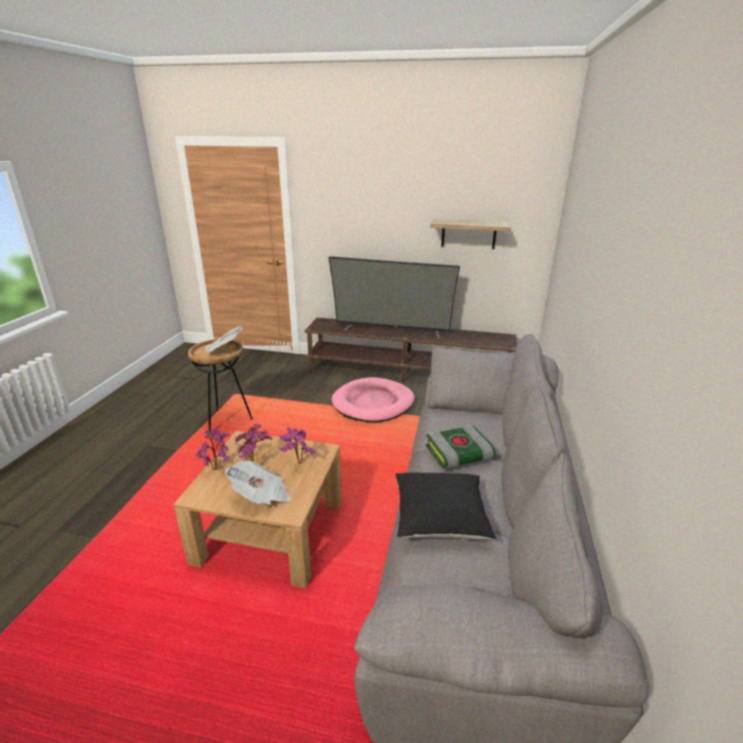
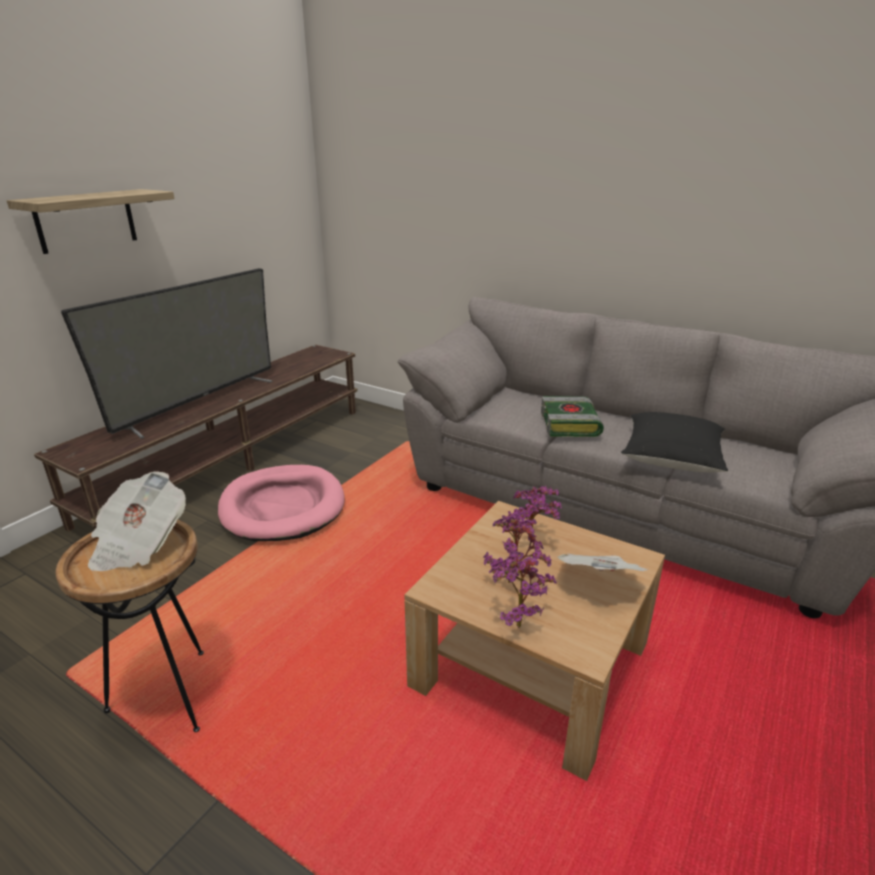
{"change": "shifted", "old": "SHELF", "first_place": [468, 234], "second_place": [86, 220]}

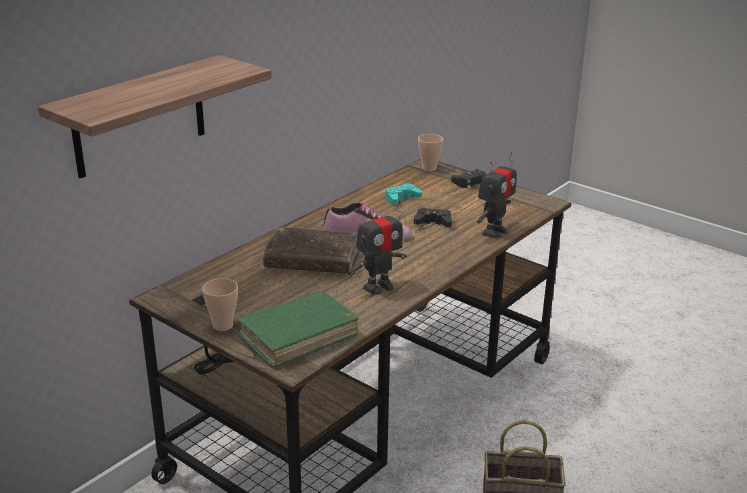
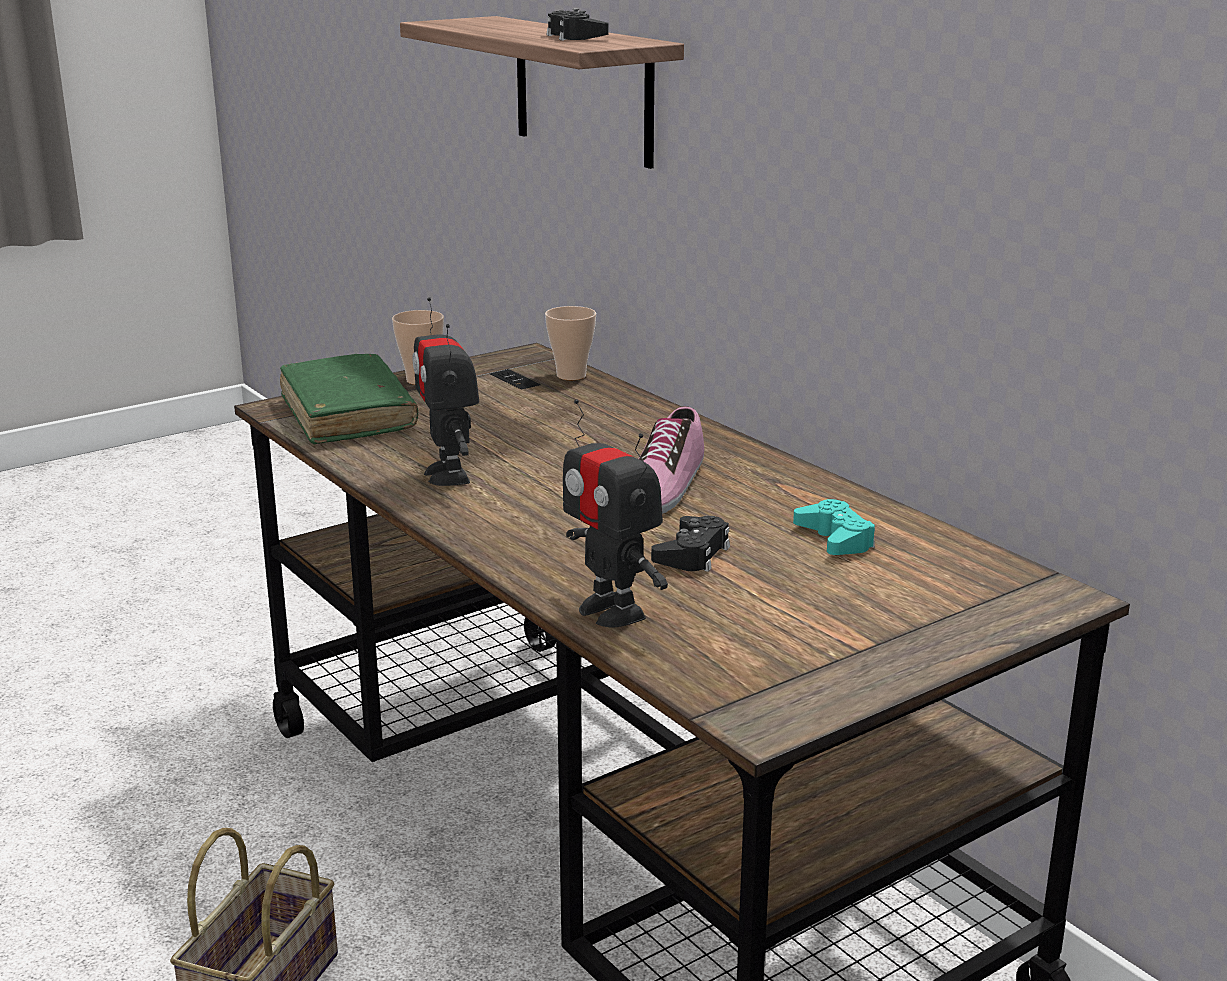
{"change": "gone", "old": "BROWN VOLUME", "first_place": [312, 260]}
{"change": "shifted", "old": "CUP", "first_place": [429, 168], "second_place": [571, 376]}
{"change": "shifted", "old": "BLACK-COLOURED GAME CONTROLLER", "first_place": [470, 182], "second_place": [576, 37]}

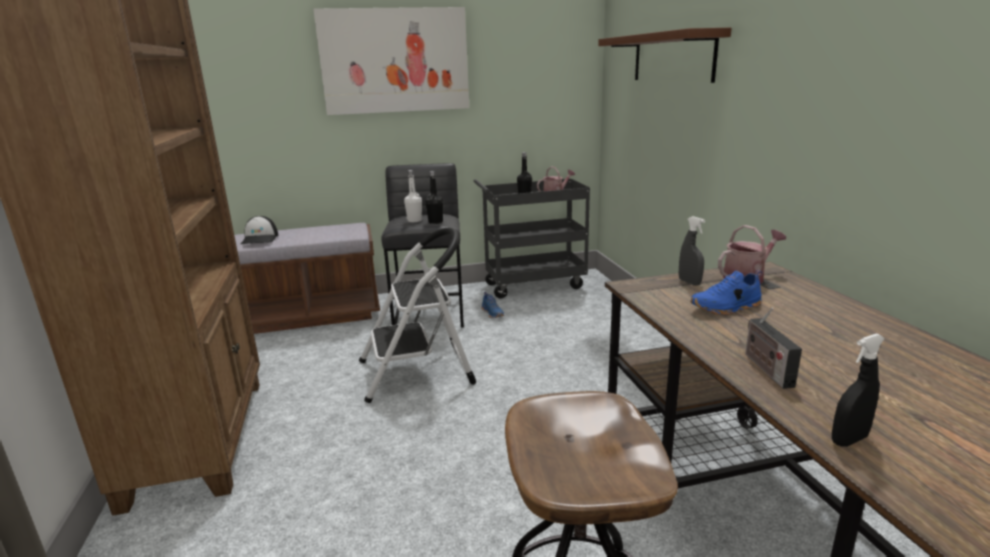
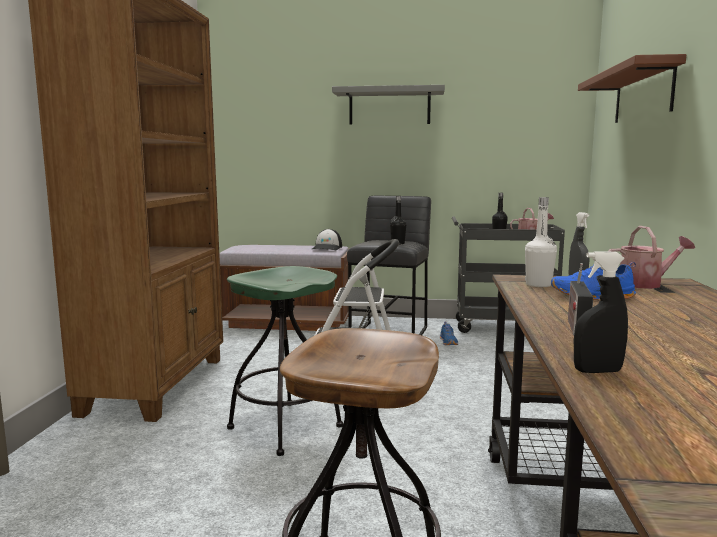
{"change": "new", "new": "GREEN-COLOURED SITTING STOOL", "second_place": [285, 426]}
{"change": "shifted", "old": "BASEBALL CAP", "first_place": [260, 239], "second_place": [327, 248]}
{"change": "shifted", "old": "WHITE BOTTLE", "first_place": [414, 220], "second_place": [538, 285]}
{"change": "swapped", "old": "WALL PICTURE", "new": "GRAY SHELF", "first_place": [395, 61], "second_place": [389, 107]}

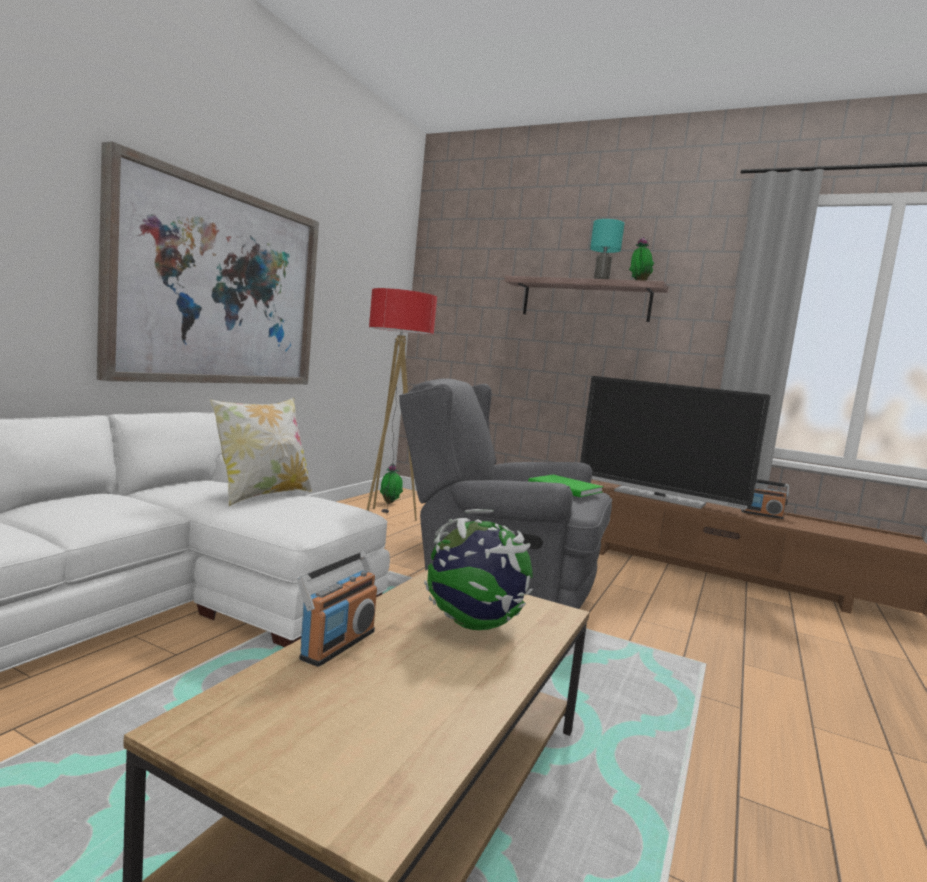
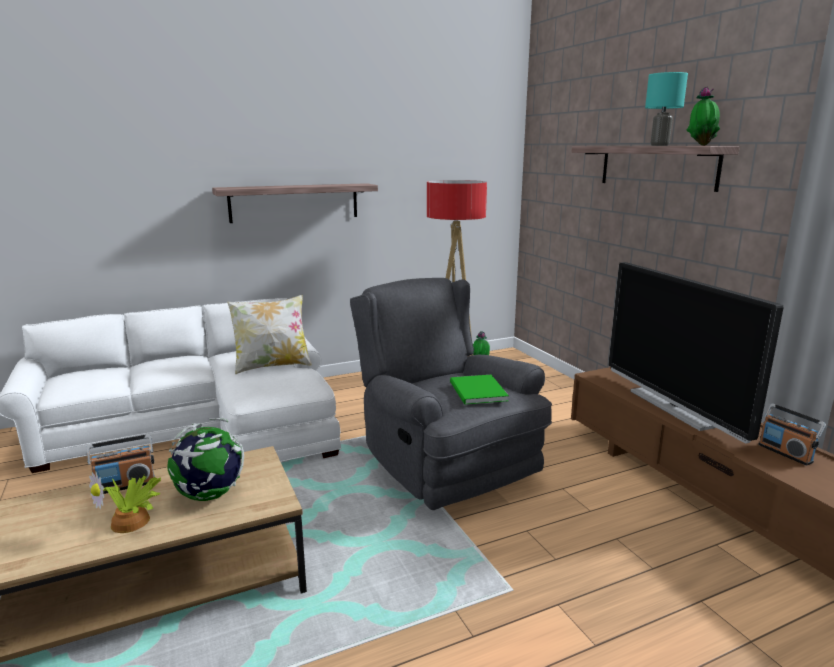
{"change": "new", "new": "HOUSEPLANT", "second_place": [133, 521]}
{"change": "swapped", "old": "WALL PICTURE", "new": "SHELF", "first_place": [221, 287], "second_place": [294, 202]}

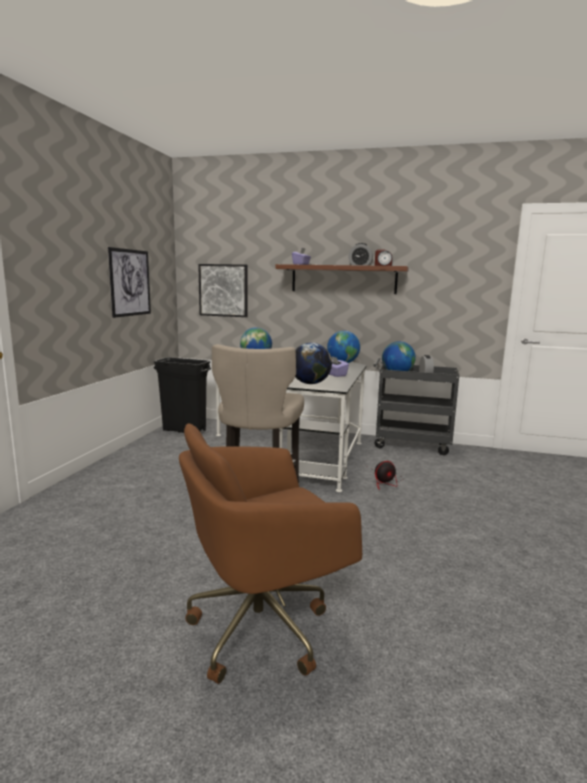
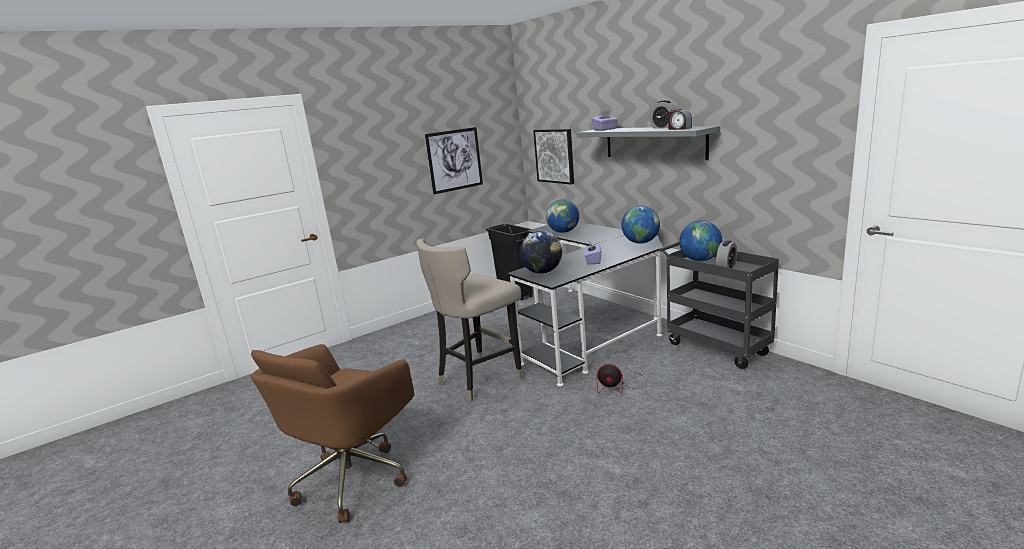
{"change": "repainted", "old": "BROWN SHELF", "new": "GRAY SHELF", "first_place": [343, 279], "second_place": [654, 142]}
{"change": "rotated", "old": "BROWN DESK CHAIR", "first_place": [265, 628], "second_place": [355, 478], "degrees": -75}

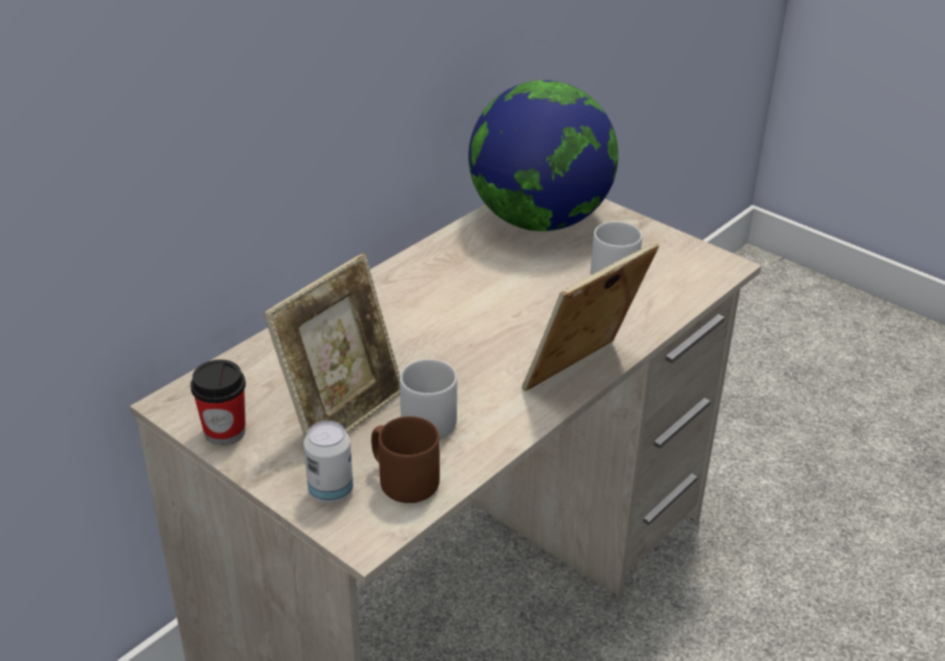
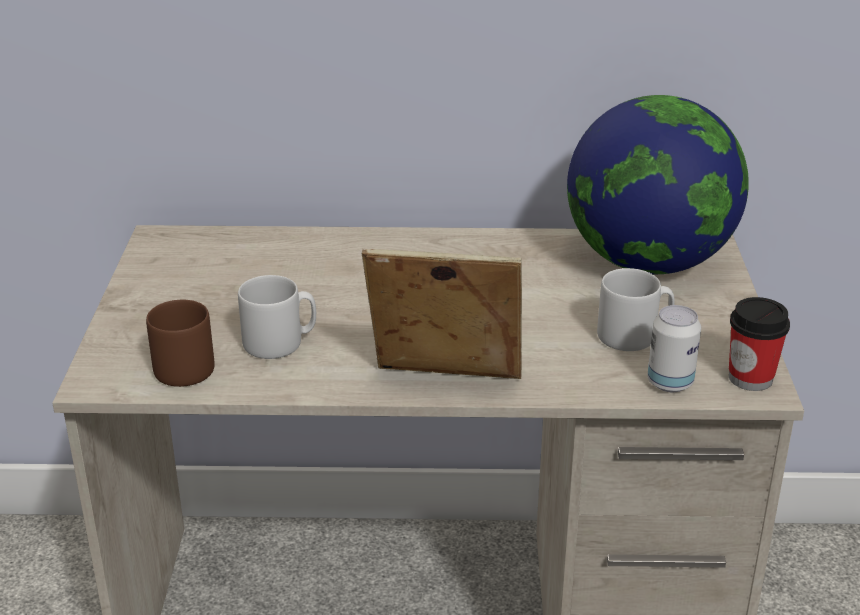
{"change": "gone", "old": "STANDING FRAME", "first_place": [342, 413]}
{"change": "shifted", "old": "CUP", "first_place": [225, 431], "second_place": [750, 378]}
{"change": "shifted", "old": "CAN", "first_place": [331, 491], "second_place": [670, 383]}

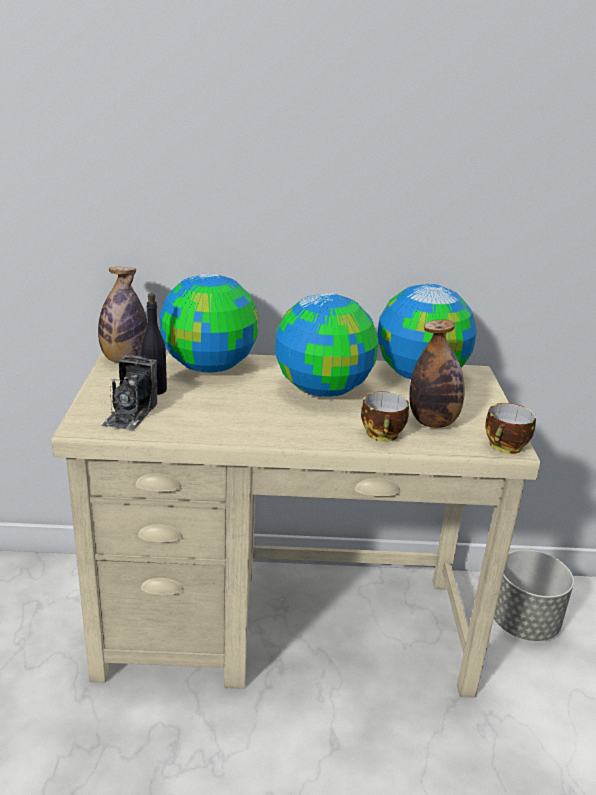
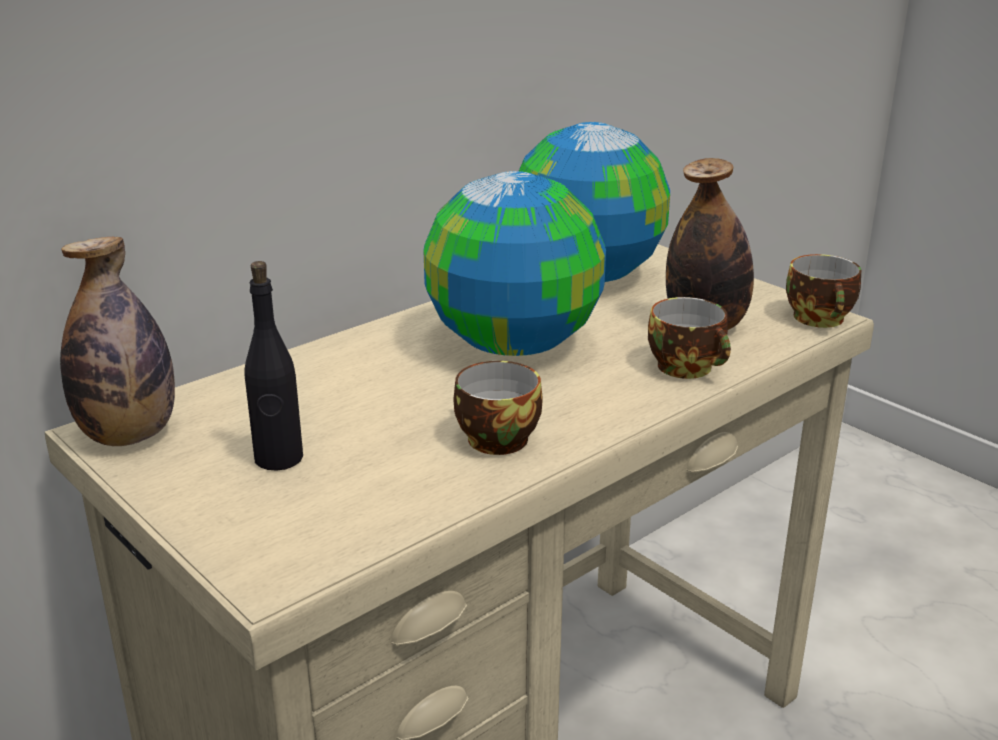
{"change": "gone", "old": "STILL CAMERA", "first_place": [130, 414]}
{"change": "gone", "old": "DESK GLOBE", "first_place": [210, 367]}
{"change": "gone", "old": "GRAY FLOWER POT", "first_place": [524, 623]}
{"change": "new", "new": "CUP", "second_place": [493, 438]}

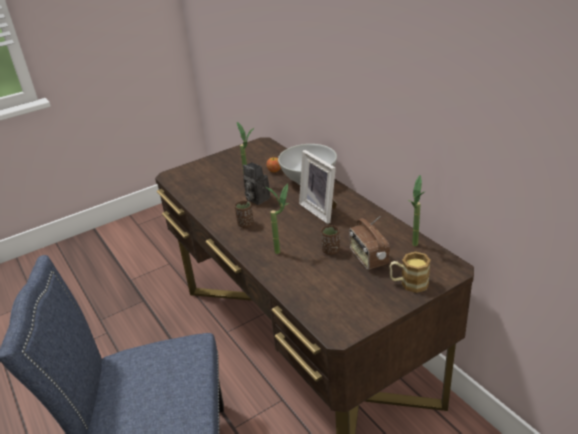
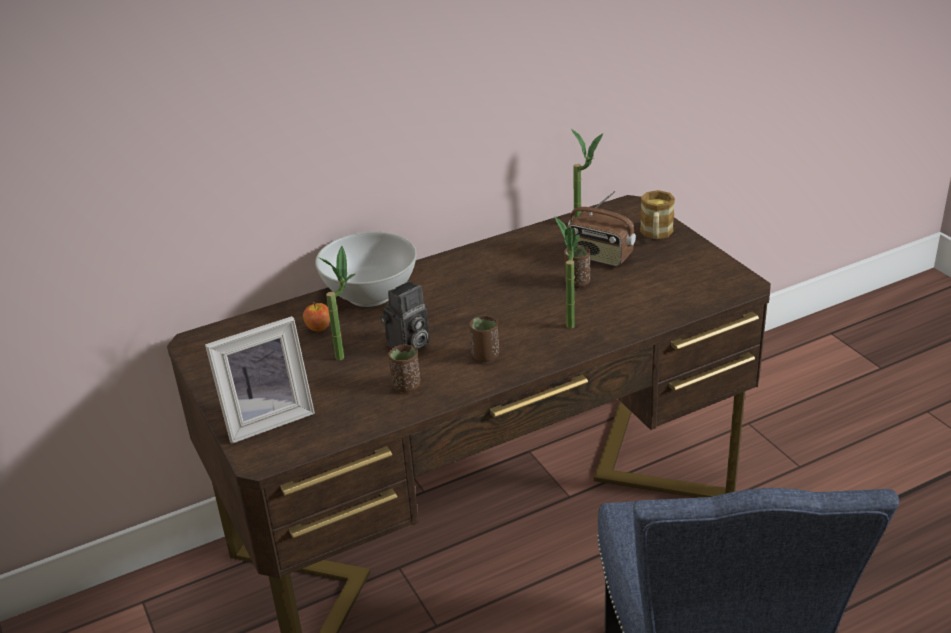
{"change": "new", "new": "BROWN CUP", "second_place": [406, 386]}
{"change": "shifted", "old": "STANDING FRAME", "first_place": [321, 210], "second_place": [267, 419]}
{"change": "rotated", "old": "RADIO", "first_place": [368, 258], "second_place": [600, 256], "degrees": 45}

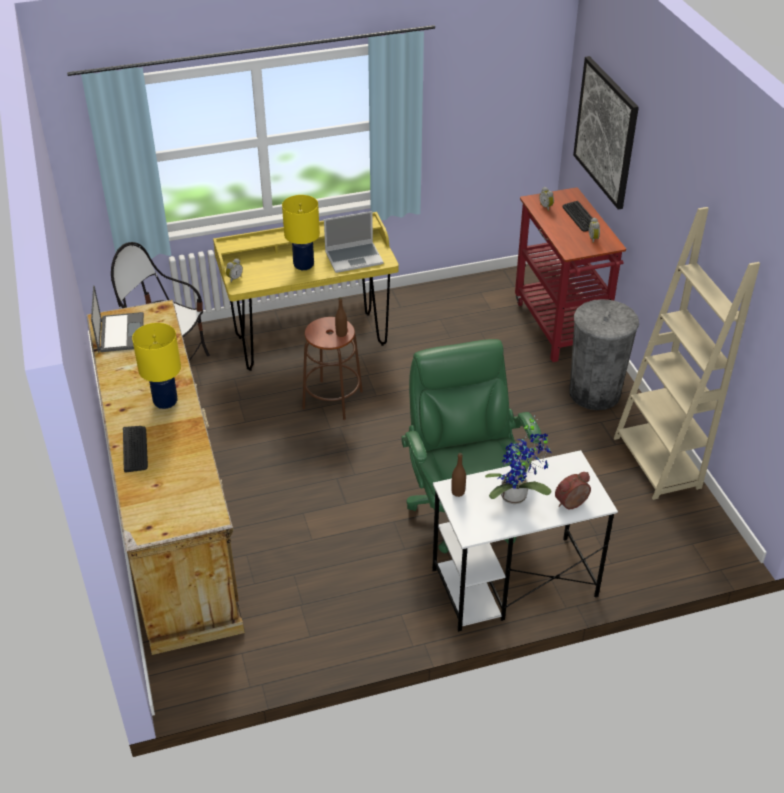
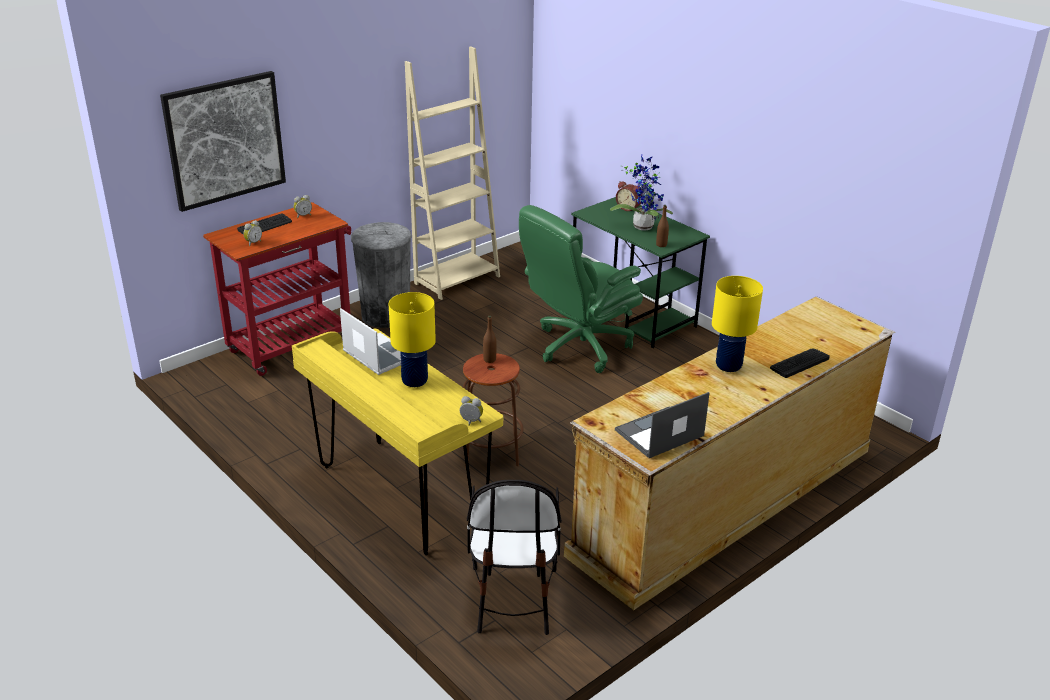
{"change": "repainted", "old": "WHITE DESK TABLE", "new": "GREEN-COLOURED DESK TABLE", "first_place": [513, 583], "second_place": [633, 315]}

